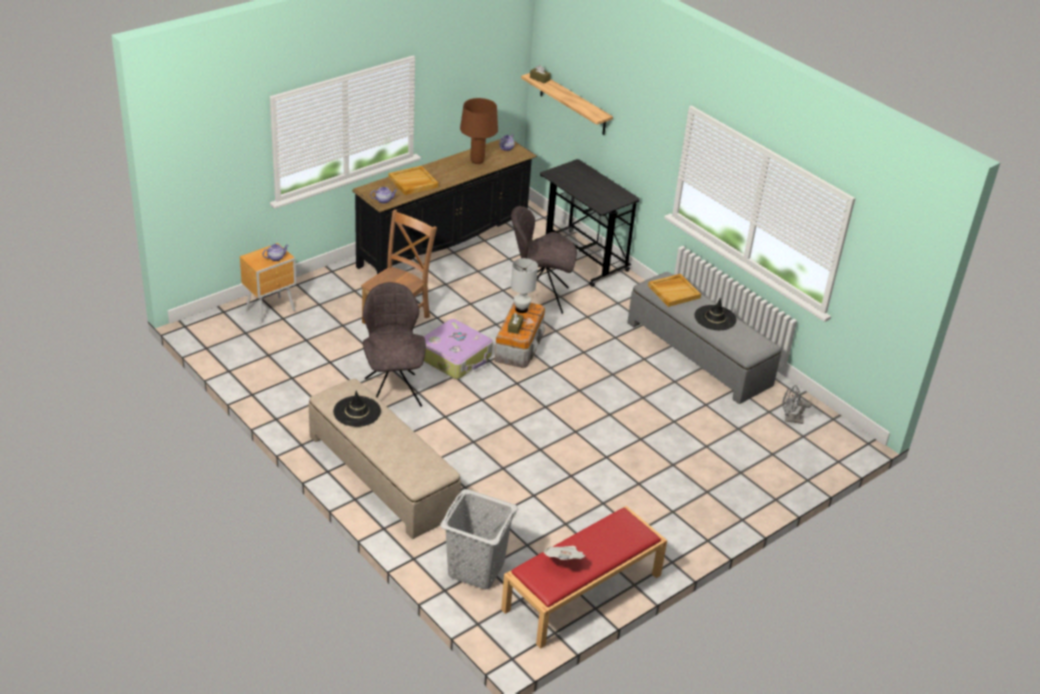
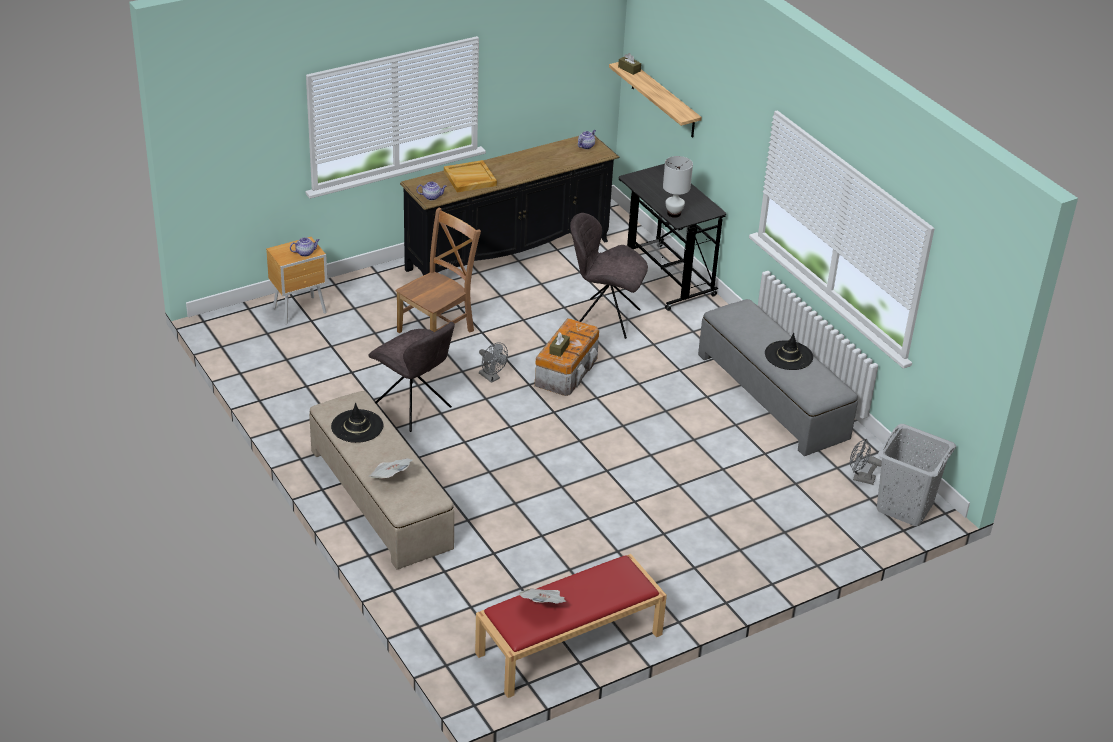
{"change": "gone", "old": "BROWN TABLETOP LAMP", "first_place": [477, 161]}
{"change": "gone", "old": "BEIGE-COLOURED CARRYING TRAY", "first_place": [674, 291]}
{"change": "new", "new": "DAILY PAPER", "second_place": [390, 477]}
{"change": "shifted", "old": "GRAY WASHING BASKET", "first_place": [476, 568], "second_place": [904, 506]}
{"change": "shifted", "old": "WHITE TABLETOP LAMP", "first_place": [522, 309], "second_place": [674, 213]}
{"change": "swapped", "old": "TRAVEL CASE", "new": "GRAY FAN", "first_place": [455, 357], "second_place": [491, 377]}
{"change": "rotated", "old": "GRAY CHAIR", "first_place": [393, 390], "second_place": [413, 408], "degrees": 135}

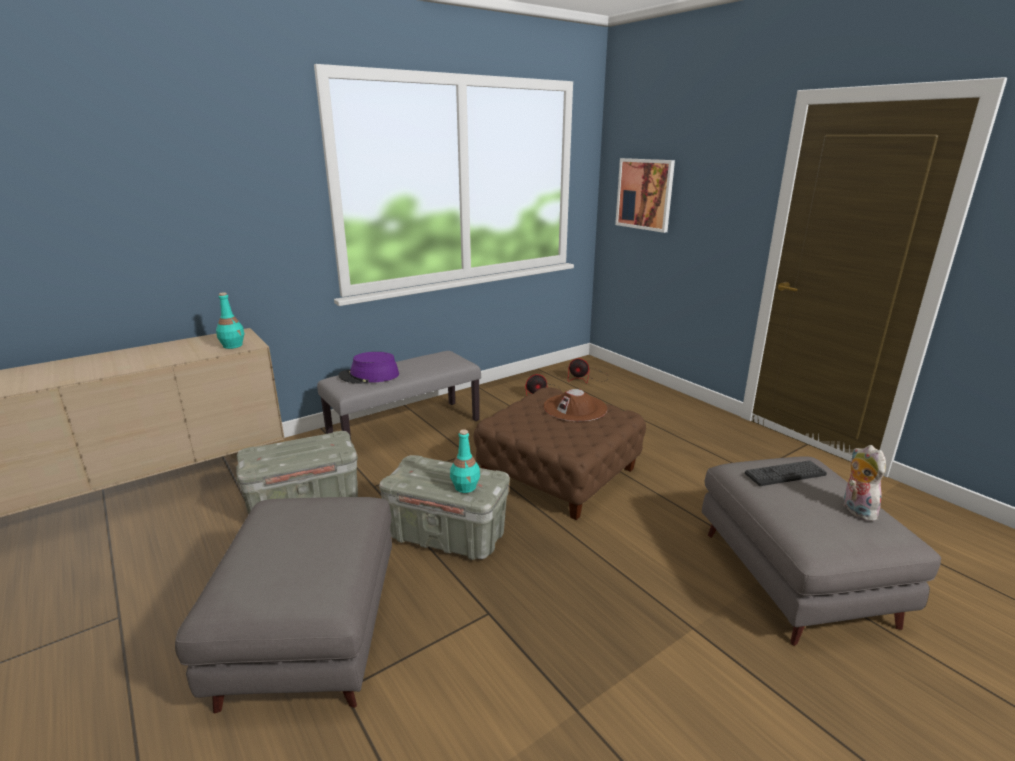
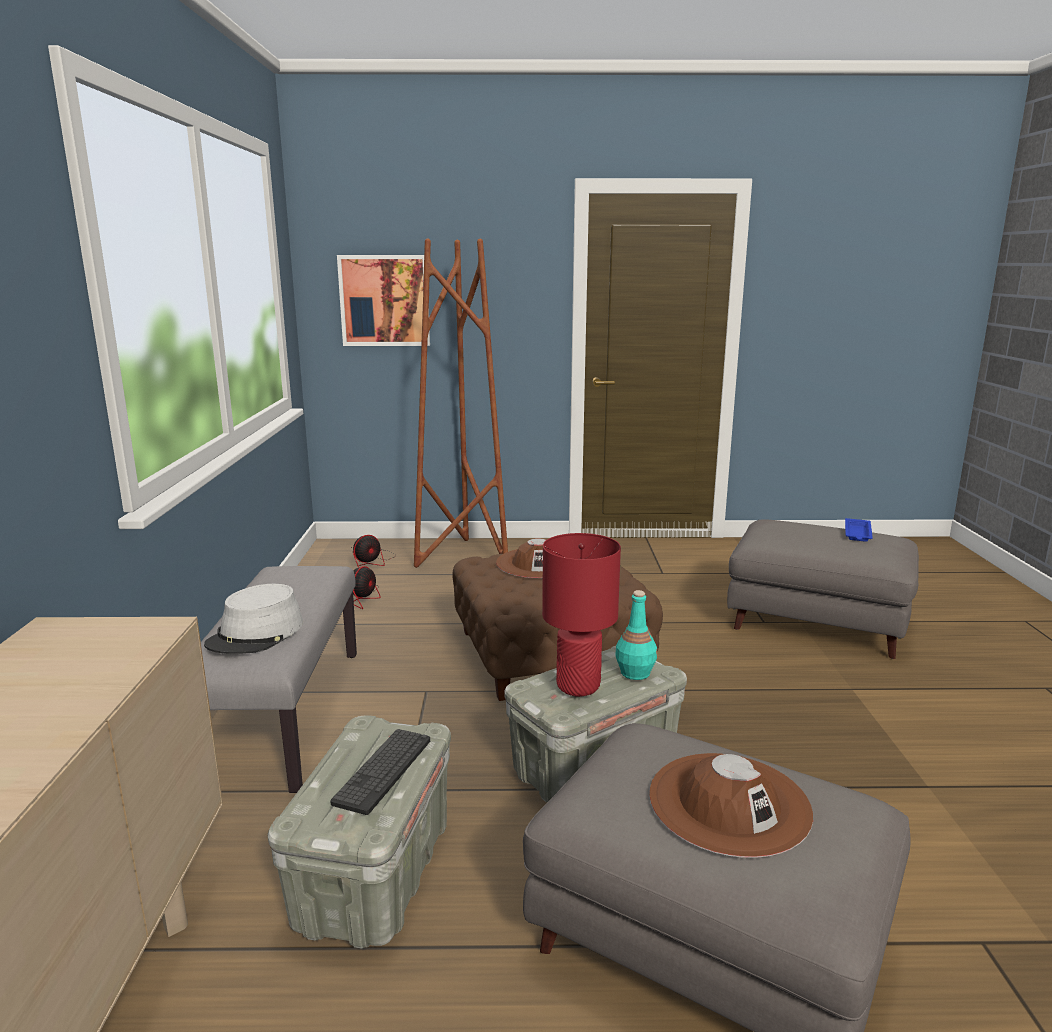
{"change": "gone", "old": "TURQUOISE-COLOURED BOTTLE", "first_place": [233, 345]}
{"change": "new", "new": "BROWN GARMENT STAND", "second_place": [463, 557]}
{"change": "new", "new": "REDDISH TABLETOP LAMP", "second_place": [579, 689]}
{"change": "new", "new": "BROWN WEARABLE HAT", "second_place": [729, 803]}
{"change": "shifted", "old": "COMPUTER KEYBOARD", "first_place": [785, 474], "second_place": [383, 770]}
{"change": "swapped", "old": "SOFT TOY", "new": "BLUE CARRYING TRAY", "first_place": [855, 510], "second_place": [857, 533]}
{"change": "repainted", "old": "PURPLISH WEARABLE HAT", "new": "GRAY WEARABLE HAT", "first_place": [369, 376], "second_place": [256, 634]}

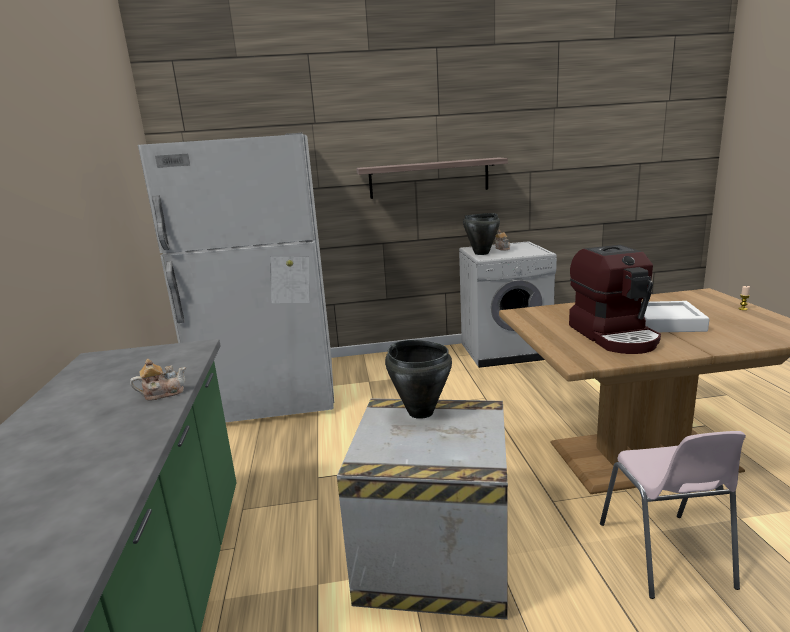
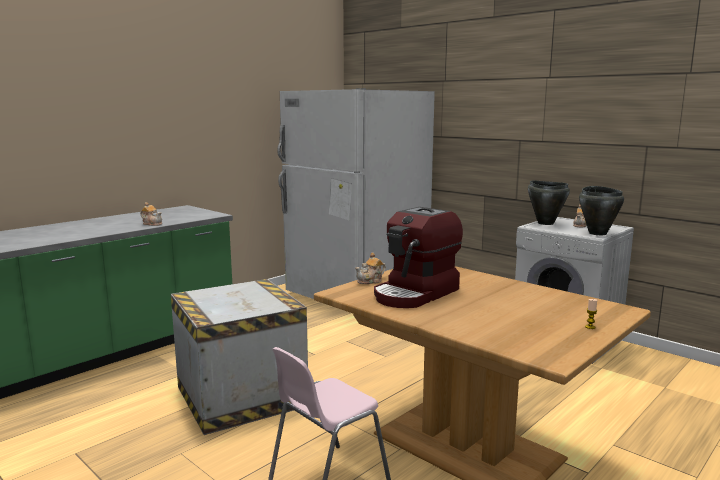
{"change": "gone", "old": "SHELF", "first_place": [429, 178]}
{"change": "gone", "old": "WHITE CARRYING TRAY", "first_place": [666, 322]}
{"change": "new", "new": "TEA POT", "second_place": [370, 281]}
{"change": "shifted", "old": "BLACK-COLOURED STOCKPOT", "first_place": [420, 412], "second_place": [598, 233]}

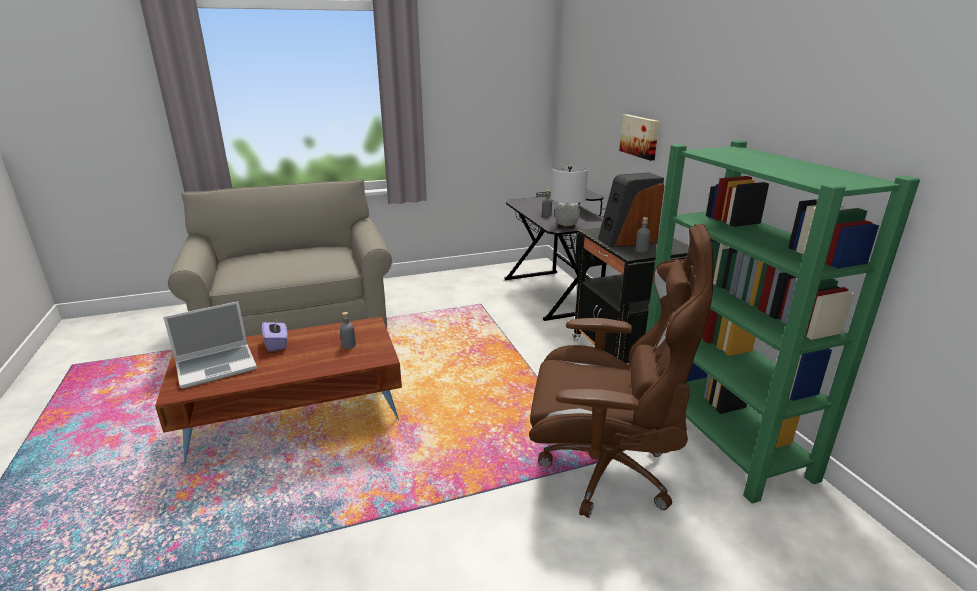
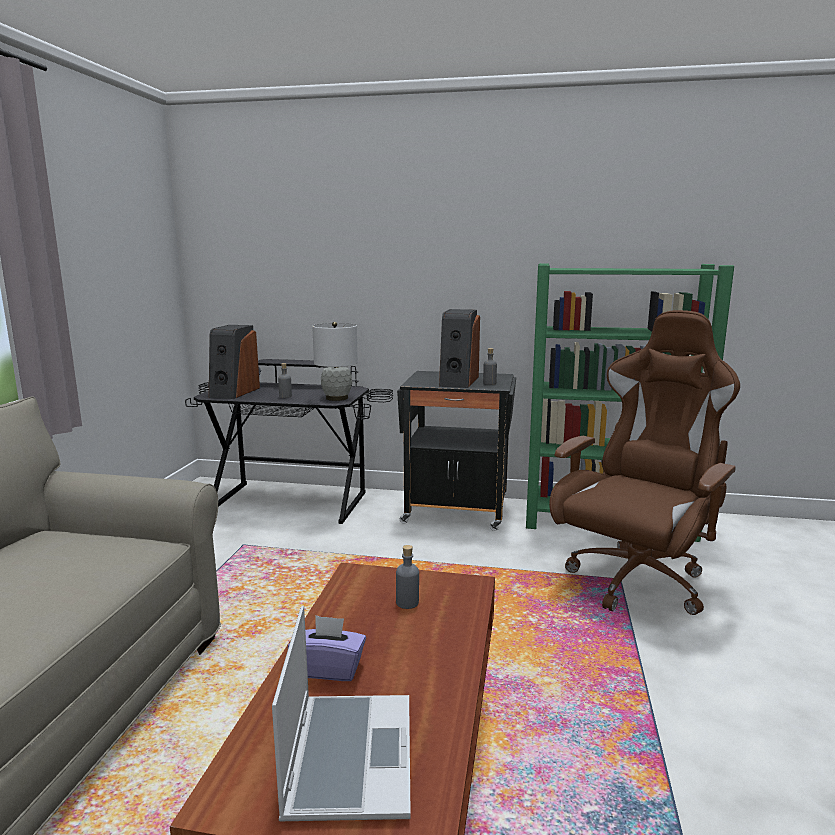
{"change": "gone", "old": "WALL PICTURE", "first_place": [640, 136]}
{"change": "new", "new": "LOUDSPEAKER", "second_place": [234, 392]}

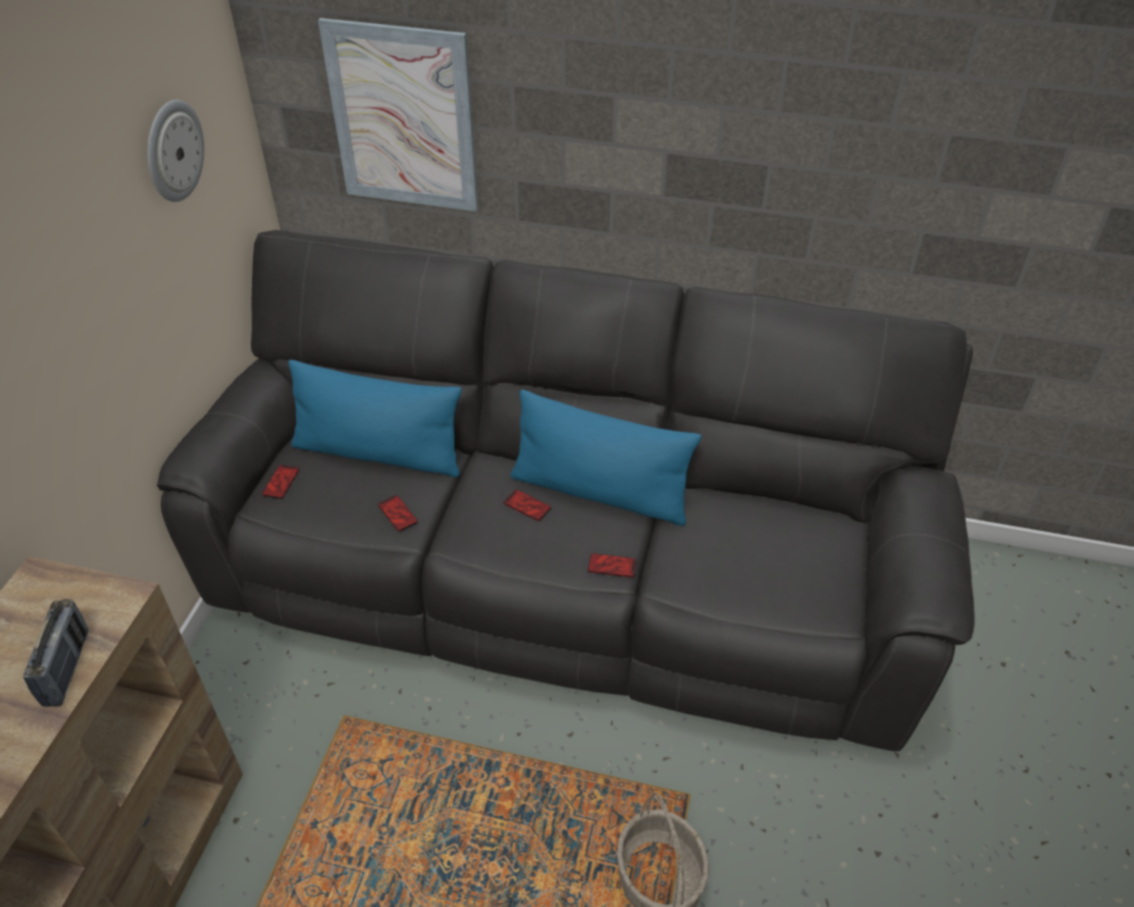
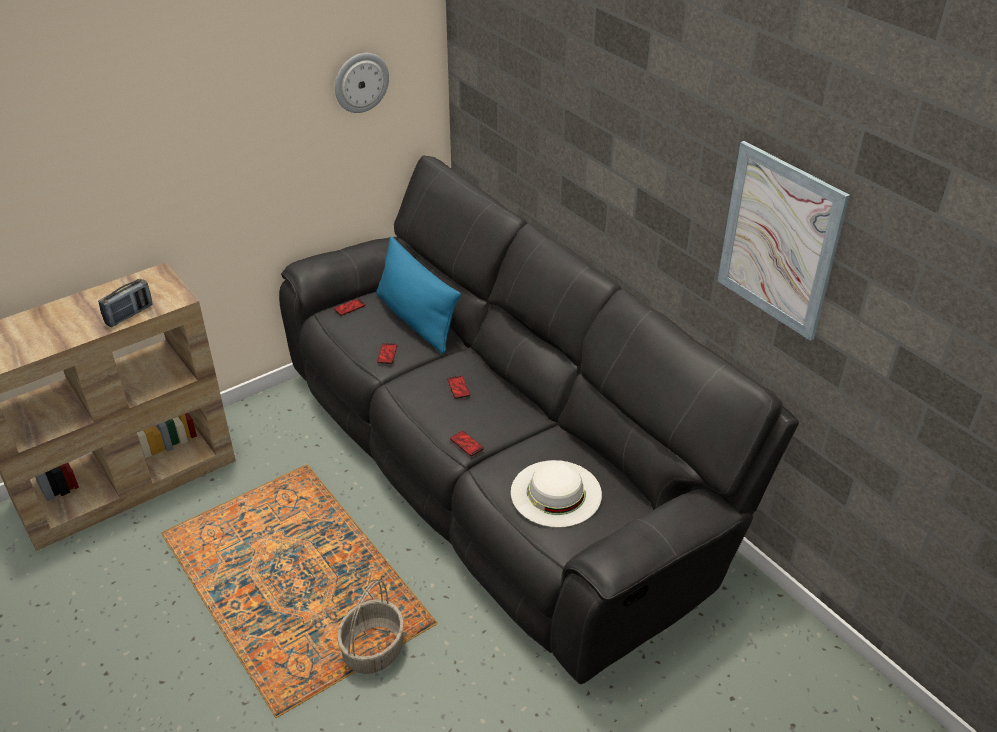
{"change": "gone", "old": "BLUE CUSHION", "first_place": [600, 492]}
{"change": "new", "new": "WHITE WEARABLE HAT", "second_place": [556, 493]}
{"change": "shifted", "old": "WALL PICTURE", "first_place": [403, 118], "second_place": [779, 241]}

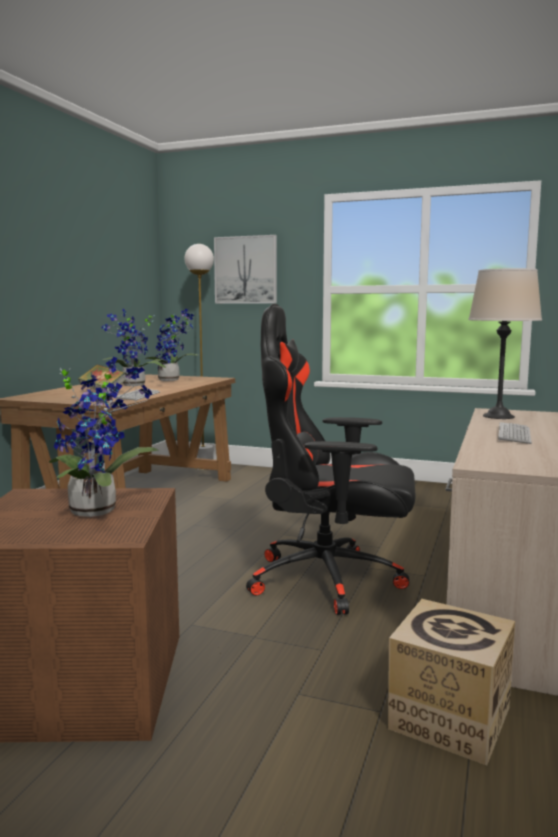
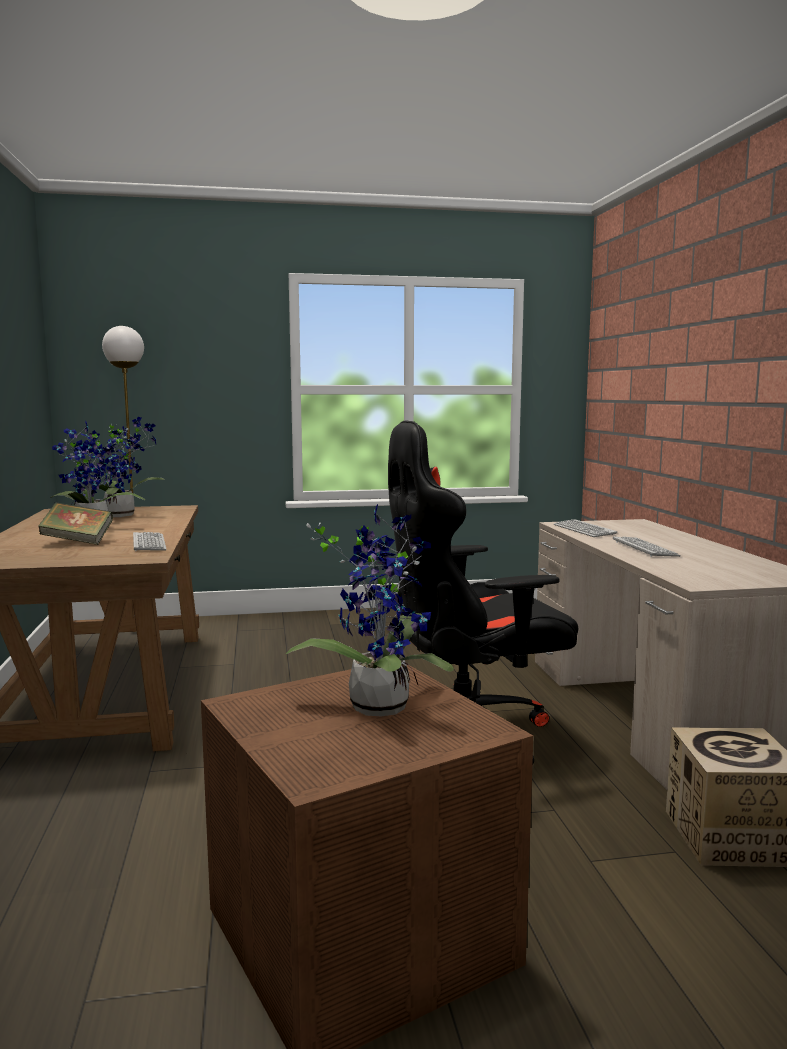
{"change": "gone", "old": "WALL PICTURE", "first_place": [246, 270]}
{"change": "swapped", "old": "BEIGE-COLOURED TABLETOP LAMP", "new": "COMPUTER KEYBOARD", "first_place": [498, 416], "second_place": [584, 530]}

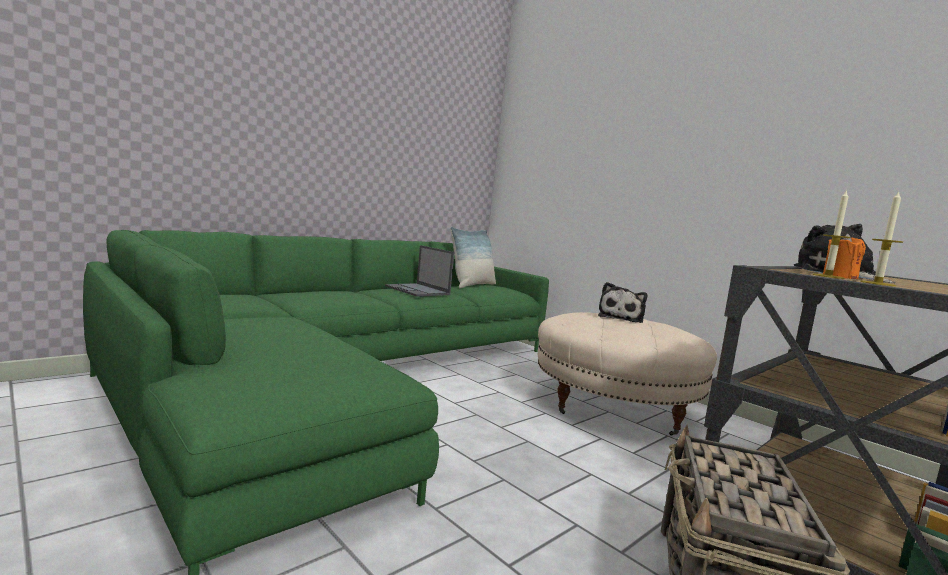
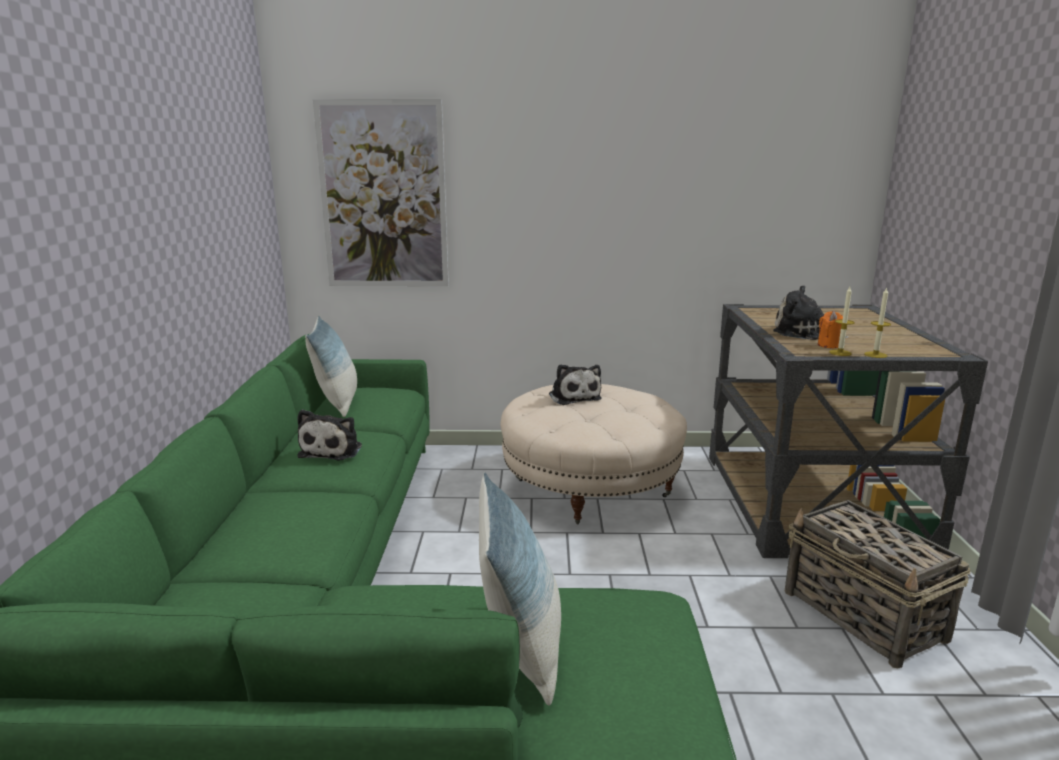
{"change": "new", "new": "WALL PICTURE", "second_place": [383, 196]}
{"change": "new", "new": "CUSHION", "second_place": [520, 646]}
{"change": "swapped", "old": "PORTABLE COMPUTER", "new": "SOFT TOY", "first_place": [418, 290], "second_place": [333, 450]}

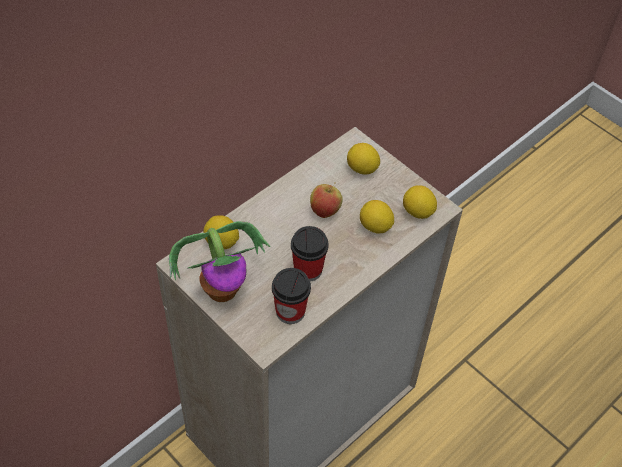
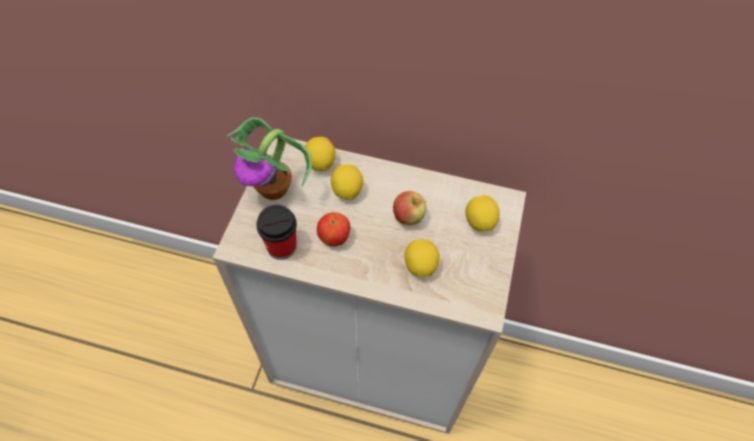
{"change": "shifted", "old": "WHOLE LEMON", "first_place": [417, 212], "second_place": [347, 191]}
{"change": "swapped", "old": "CUP", "new": "WHOLE APPLE", "first_place": [308, 270], "second_place": [334, 238]}

